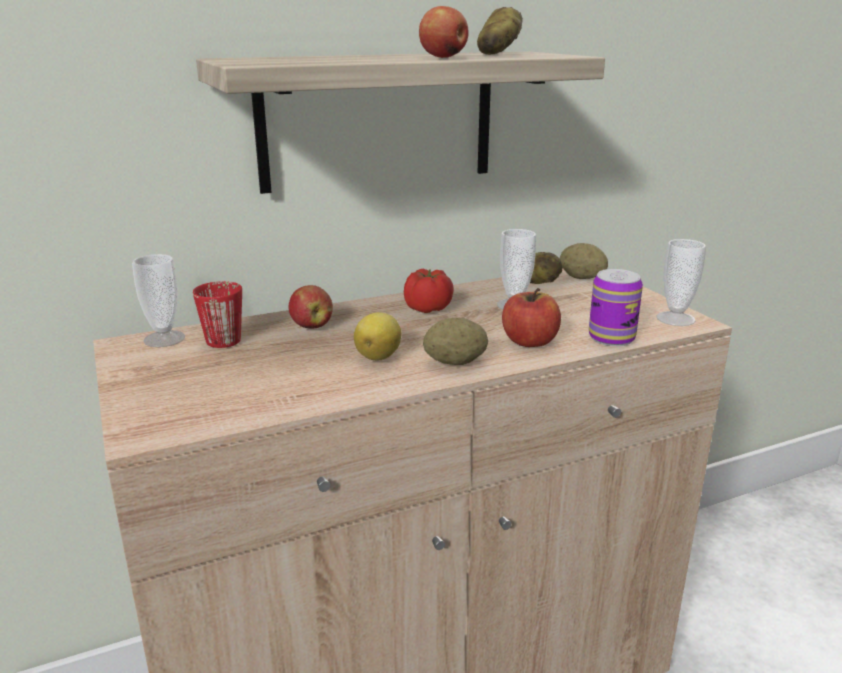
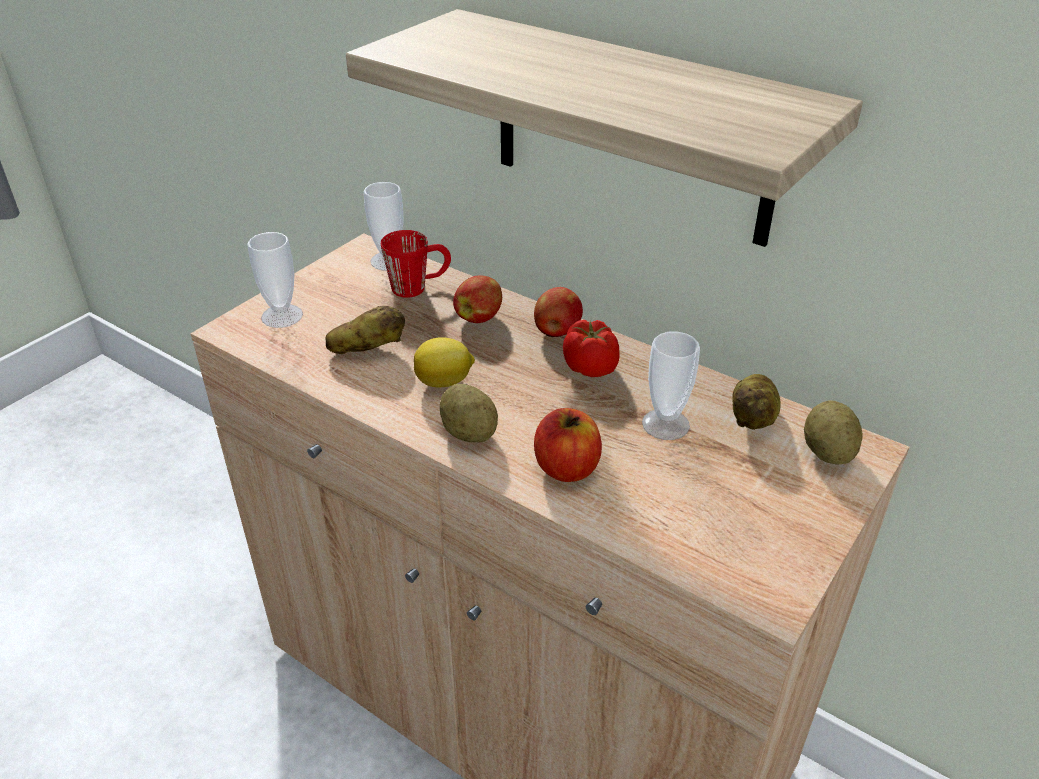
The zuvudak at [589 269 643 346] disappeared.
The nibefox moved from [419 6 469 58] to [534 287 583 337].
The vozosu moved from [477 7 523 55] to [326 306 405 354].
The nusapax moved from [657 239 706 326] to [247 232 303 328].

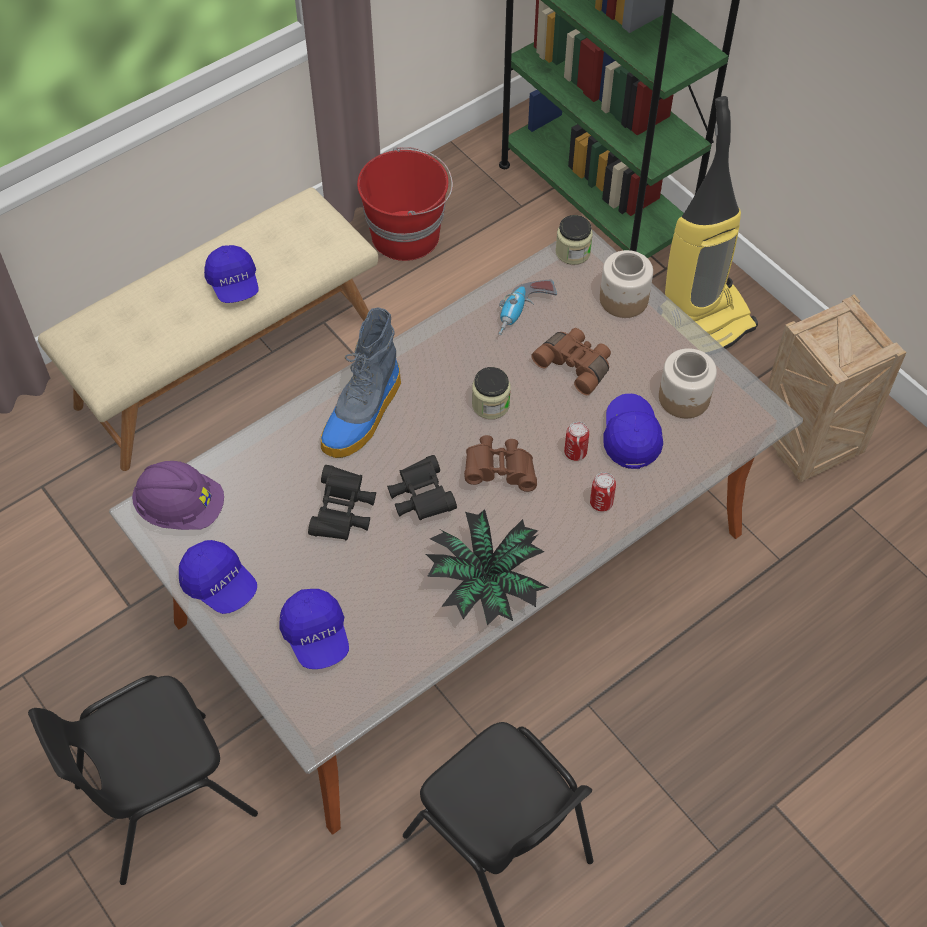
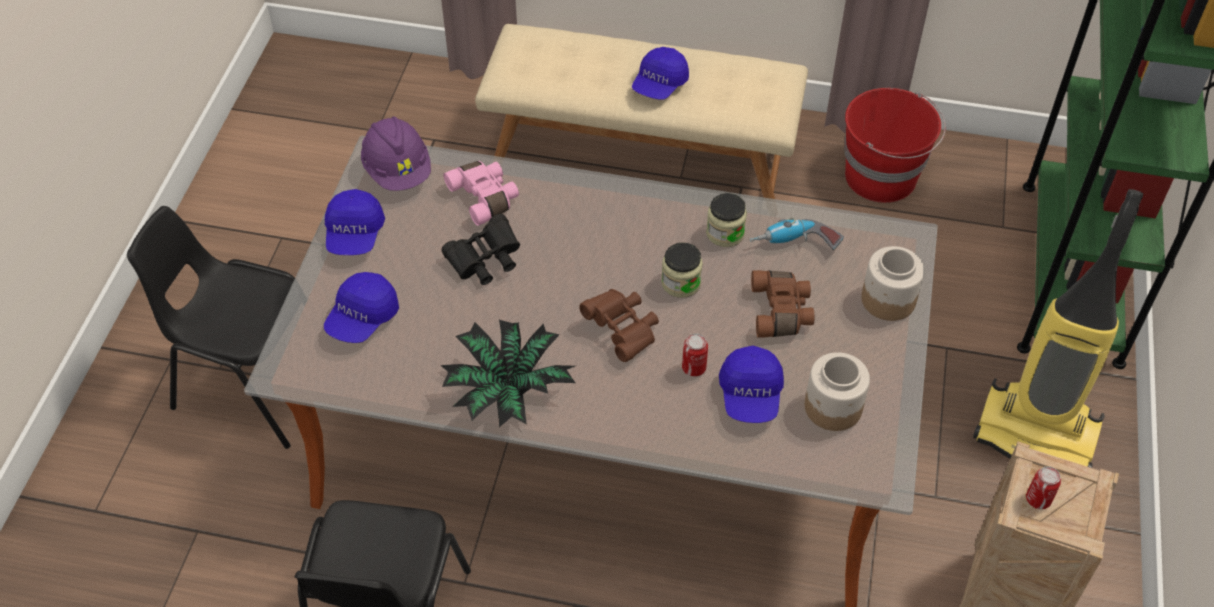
The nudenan at [321 307 401 458] disappeared.
The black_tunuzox at [387 455 457 520] disappeared.
The pink_tunuzox at [443 161 519 226] appeared.
The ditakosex moved from [556 215 593 265] to [706 193 747 247].
The zuvudak moved from [590 472 616 512] to [1026 466 1061 509].
The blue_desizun at [603 393 663 469] turned 135 degrees clockwise.

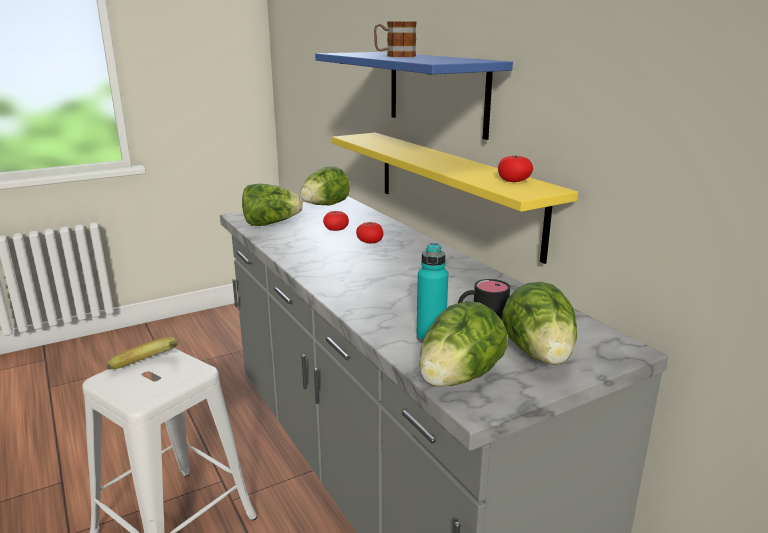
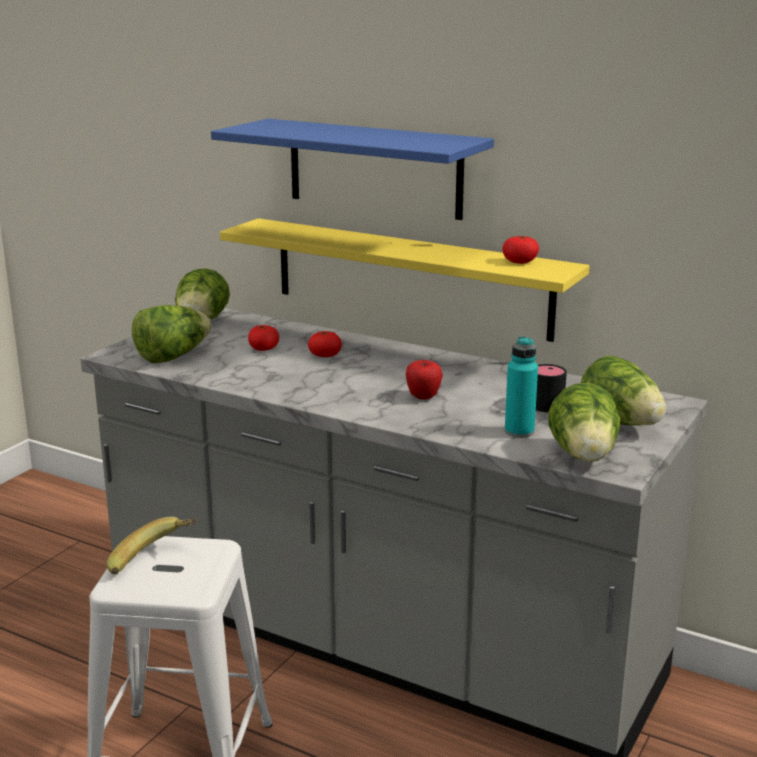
The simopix at [374 22 417 57] disappeared.
The nibefox at [406 360 443 400] appeared.

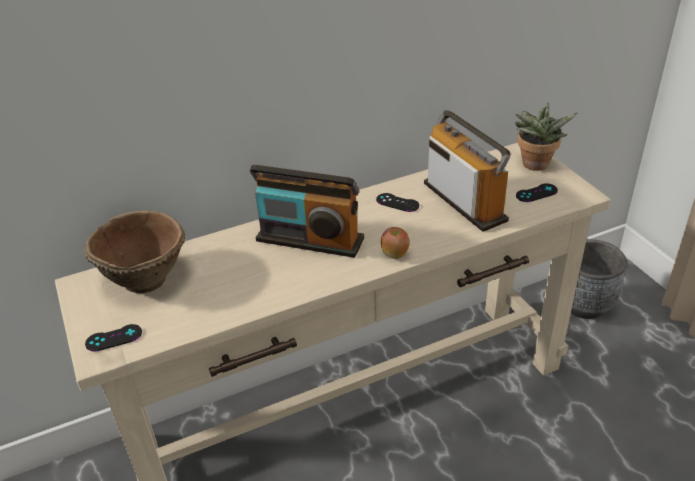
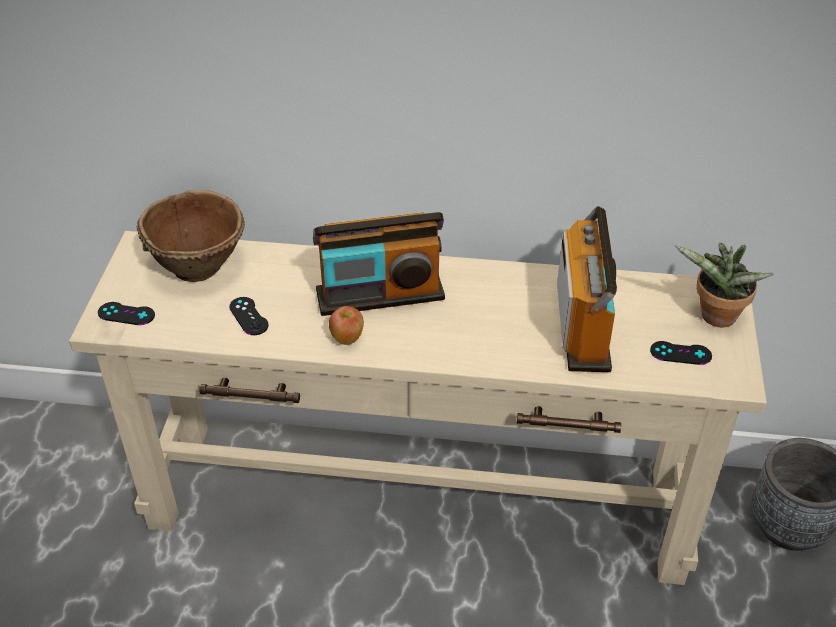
The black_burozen moved from [376 193 419 212] to [229 297 269 335].
The nibefox moved from [381 227 410 259] to [329 306 364 345].
The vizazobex at [250 165 364 258] turned 60 degrees counterclockwise.

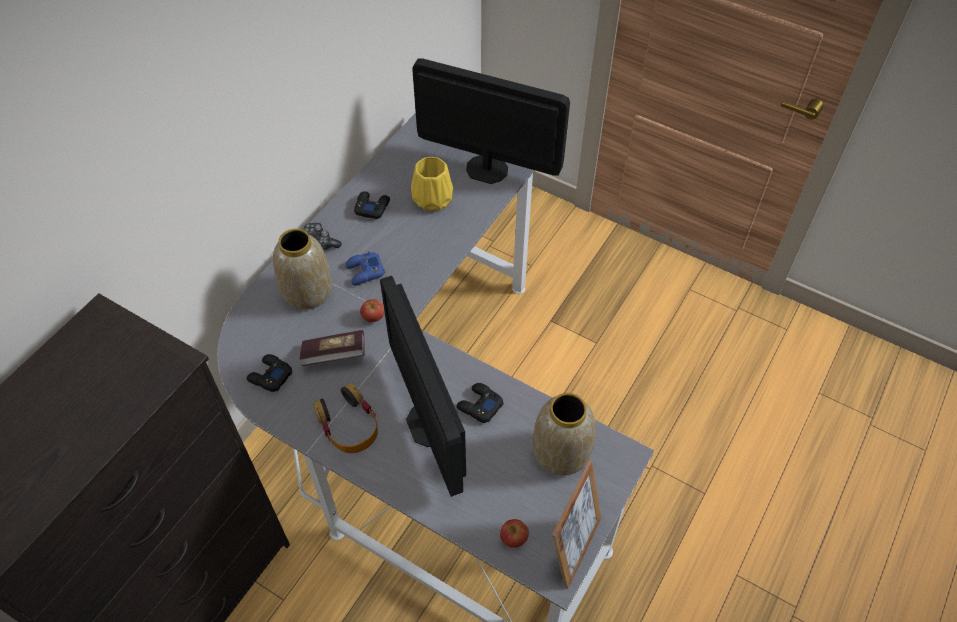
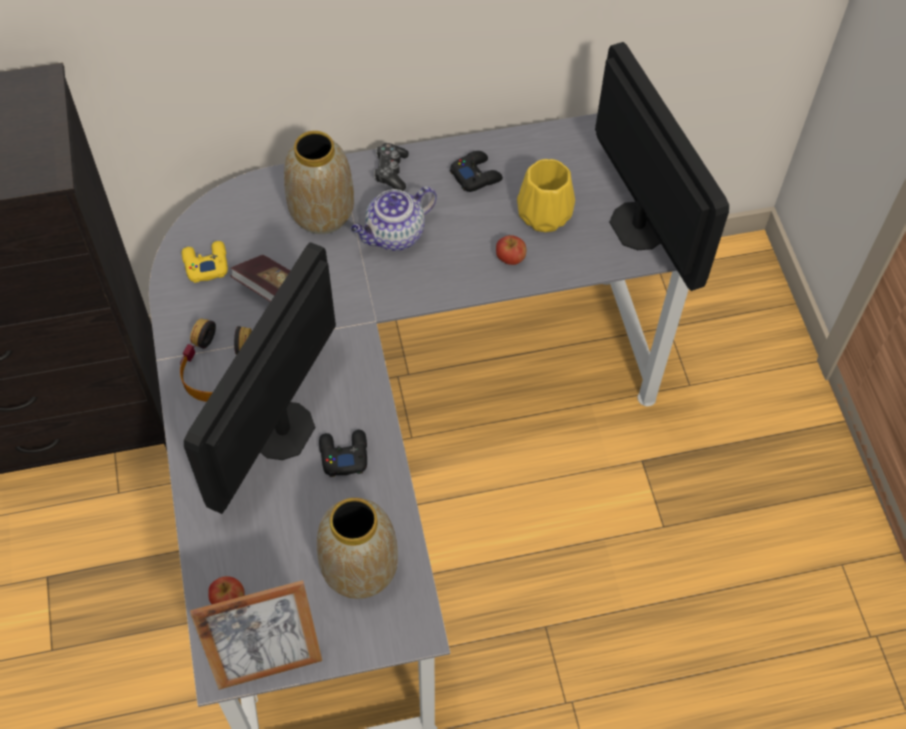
The nibefox moved from [360 299 385 322] to [496 235 526 265].
The blue_burozen at [345 251 385 286] was replaced by the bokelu at [351 186 437 251].
The black_burozen at [247 354 293 392] became the yellow_burozen at [182 241 228 283].

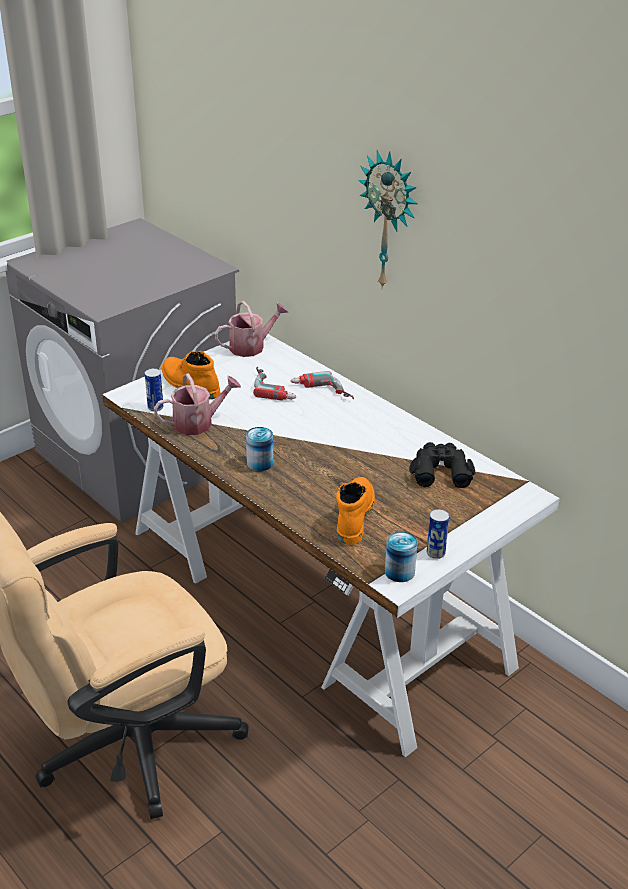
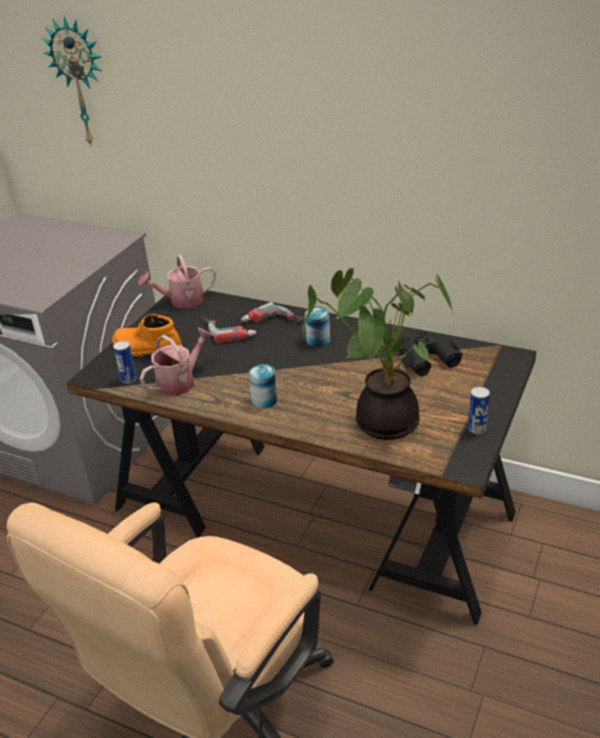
The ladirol moved from [358 150 417 289] to [42 16 102 146].
The zuvudak moved from [385 531 418 582] to [305 307 330 347].
The orange_nudenan at [336 477 375 545] was replaced by the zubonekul at [302 268 454 440].
The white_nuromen at [102 334 560 757] became the black_nuromen at [67 289 537 625].
The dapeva at [214 301 289 357] turned 150 degrees counterclockwise.

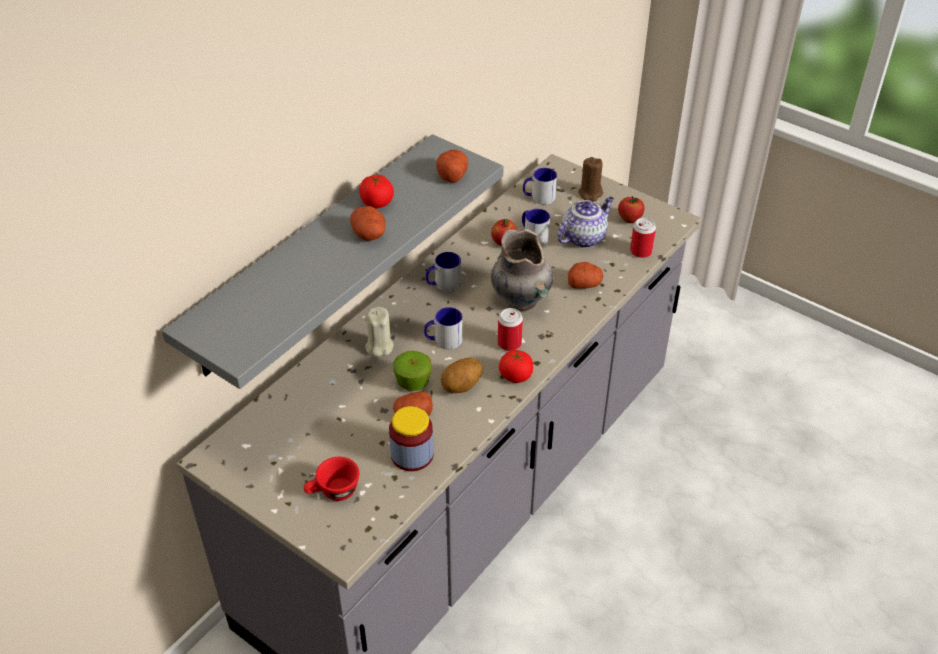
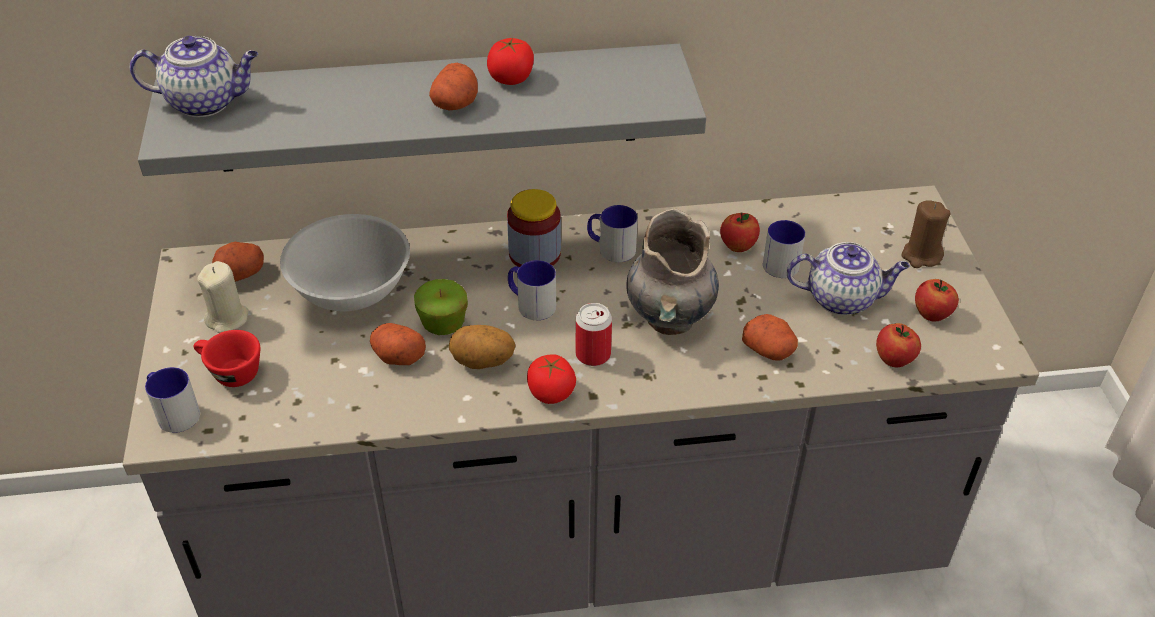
The bokelu at [130 36 258 117] appeared.
The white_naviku at [280 214 410 311] appeared.
The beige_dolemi moved from [365 307 394 357] to [197 261 249 333].
The ditakosex moved from [389 406 434 471] to [507 189 561 267].
The vozosu moved from [436 149 468 183] to [212 242 264 282].
The simopix moved from [523 168 557 205] to [145 367 200 433].
The zuvudak at [630 218 656 258] was replaced by the nibefox at [876 323 921 367].

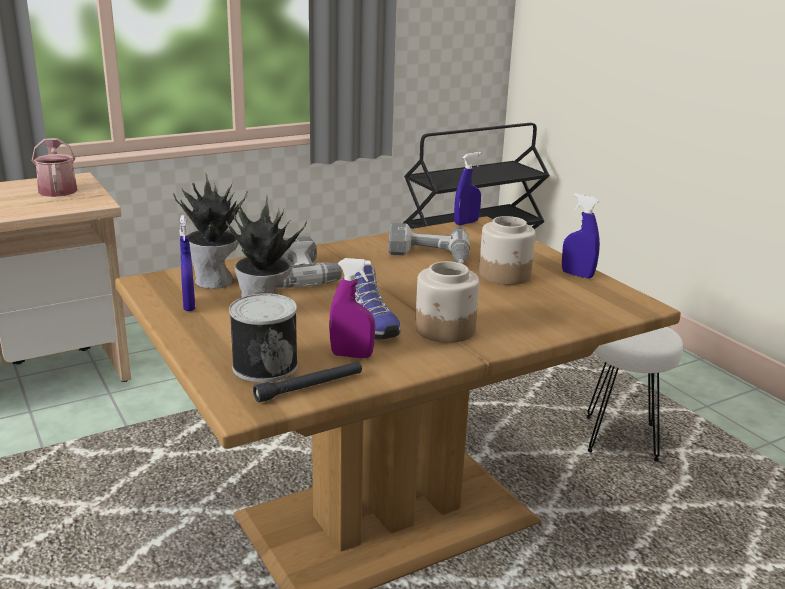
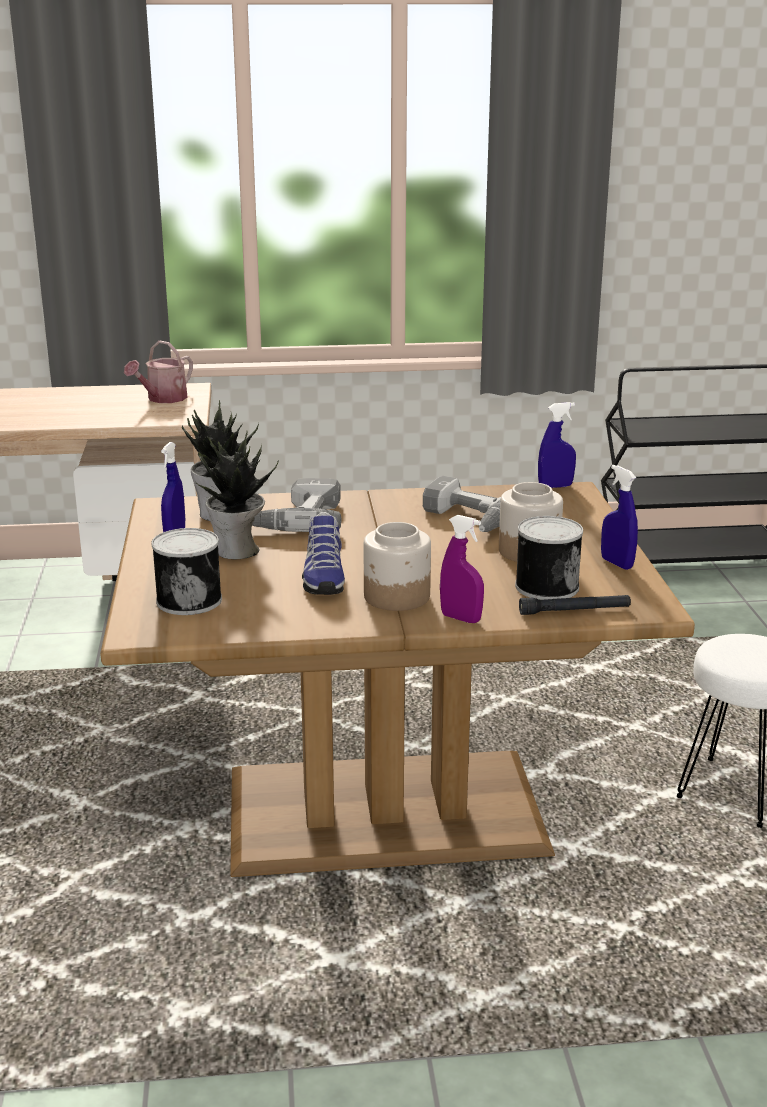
The zuvudak at [515 516 583 600] appeared.
The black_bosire moved from [253 362 362 403] to [519 595 631 615].
The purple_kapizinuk moved from [329 258 375 358] to [440 515 484 623].
The dapeva at [32 138 77 197] turned 150 degrees counterclockwise.

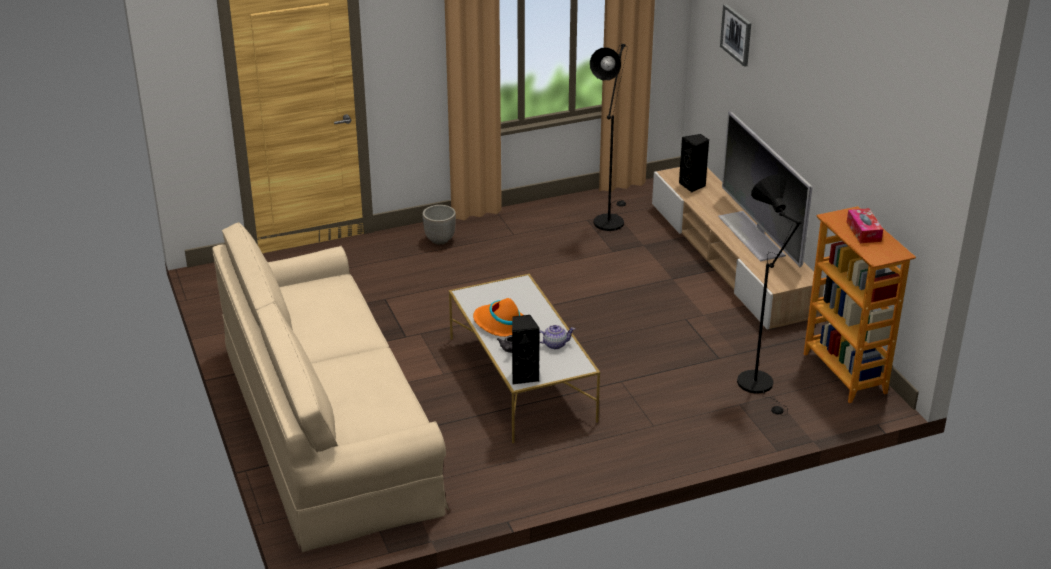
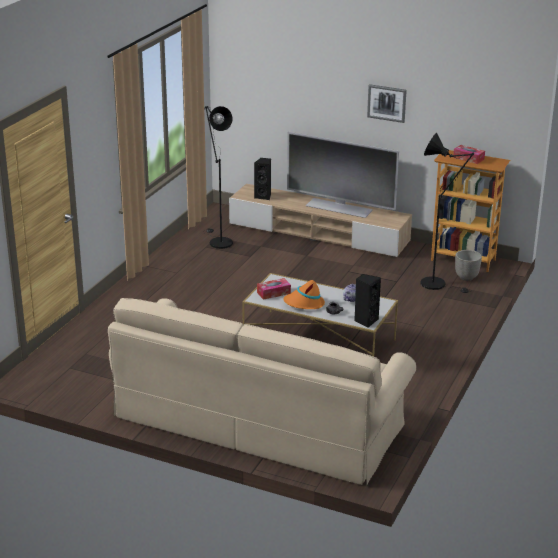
The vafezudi at [257 278 291 300] appeared.
The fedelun moved from [422 205 456 245] to [455 250 482 281].
The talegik moved from [720 4 751 67] to [367 84 407 123].

